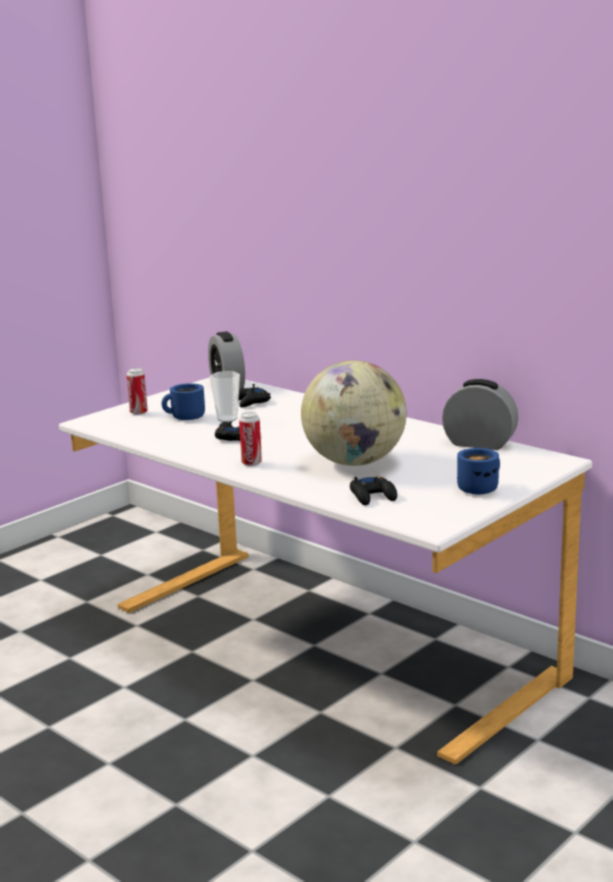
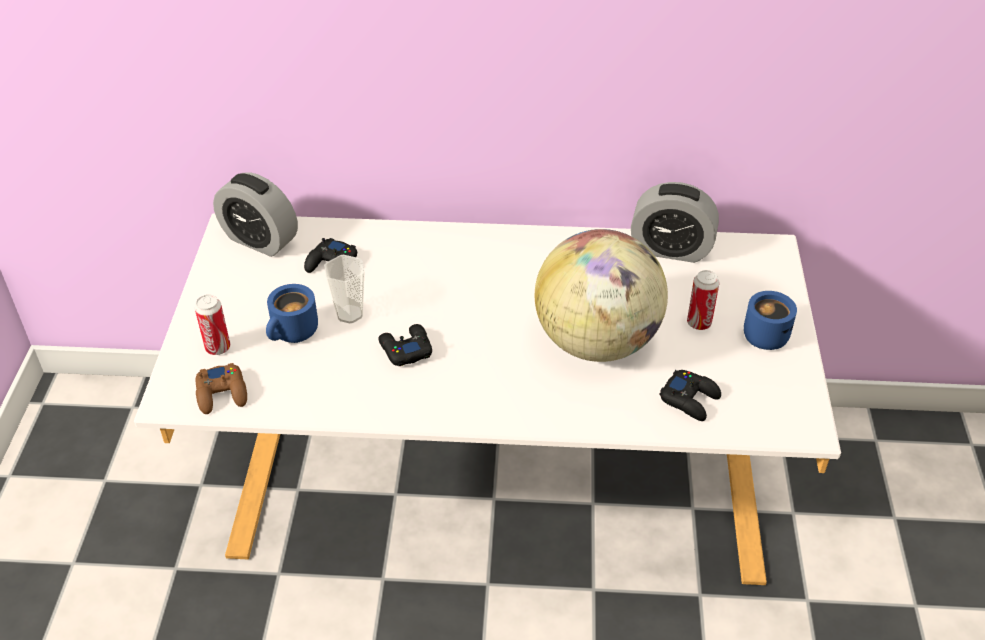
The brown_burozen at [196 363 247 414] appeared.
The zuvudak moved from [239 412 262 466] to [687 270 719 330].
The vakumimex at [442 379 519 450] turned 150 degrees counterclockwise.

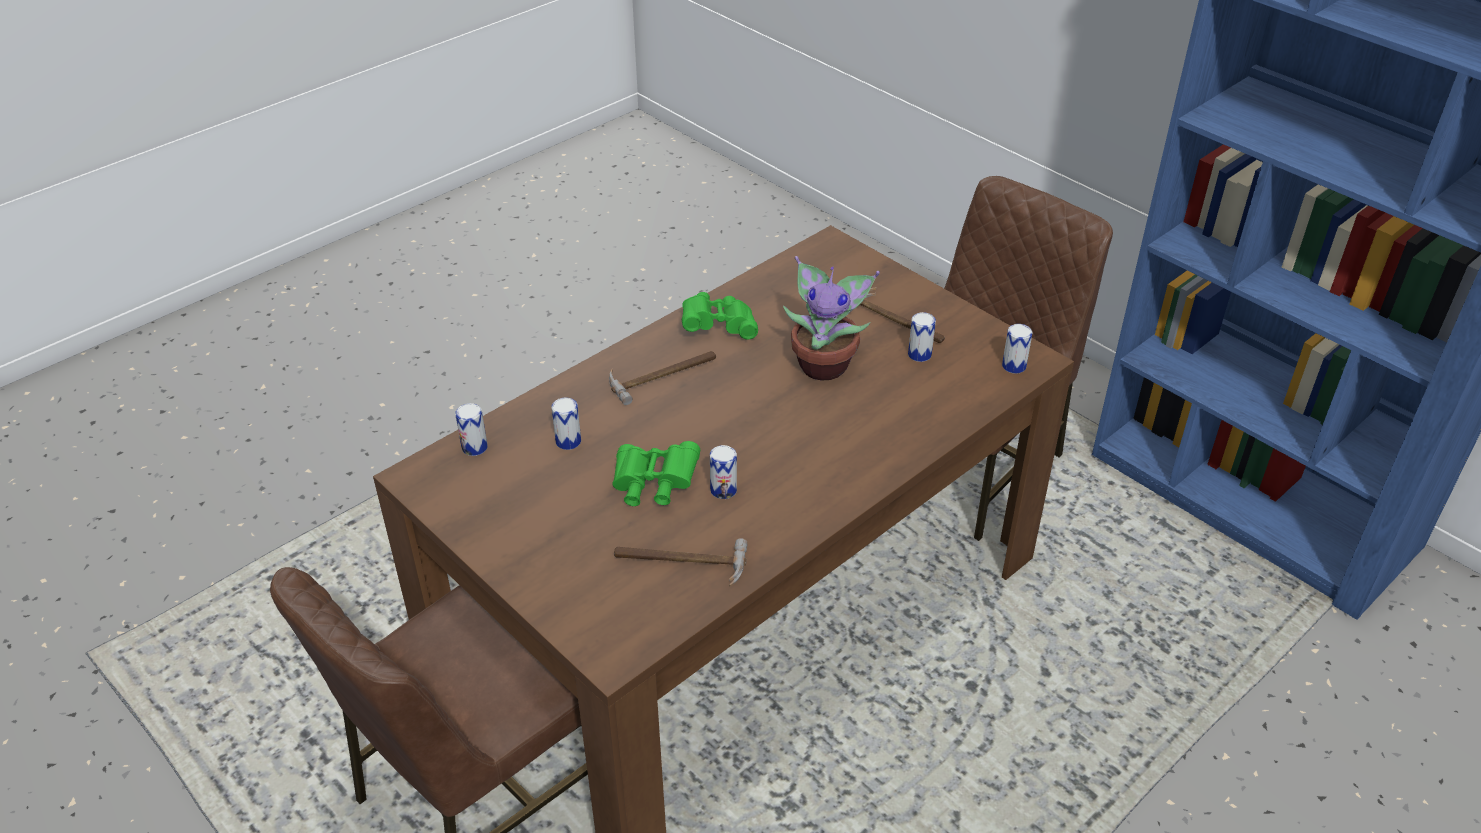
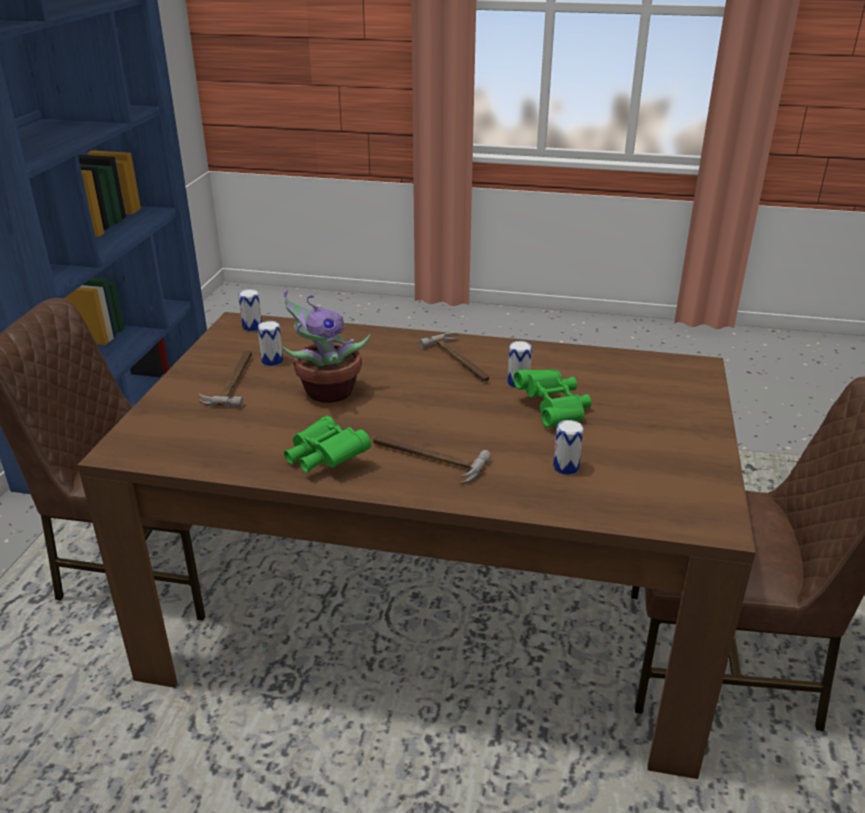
The zuvudak at [455 403 488 456] disappeared.
The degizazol moved from [614 538 748 587] to [419 333 489 382].

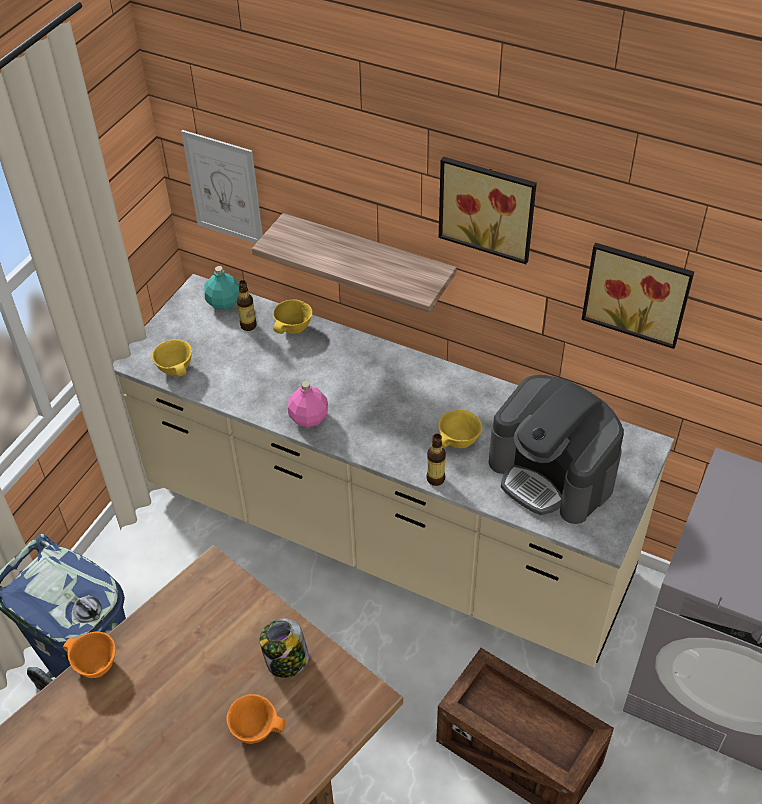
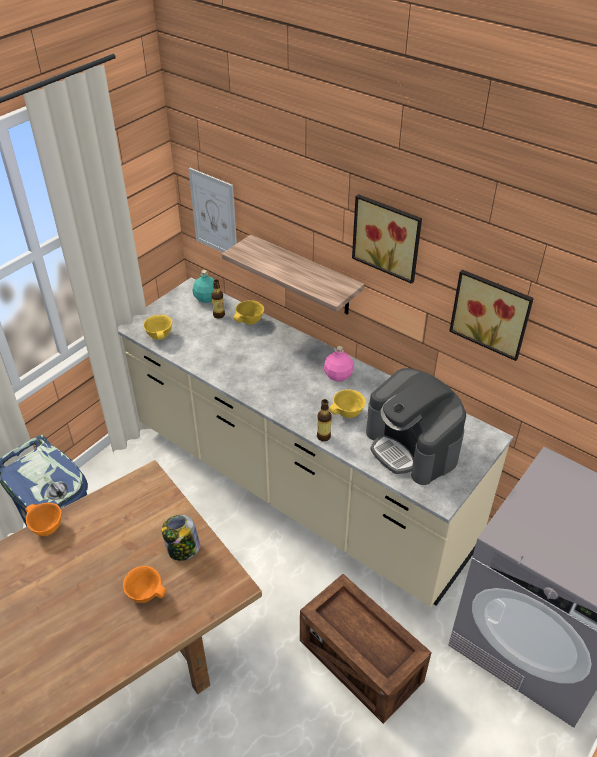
The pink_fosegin moved from [288 381 328 428] to [324 346 354 381].

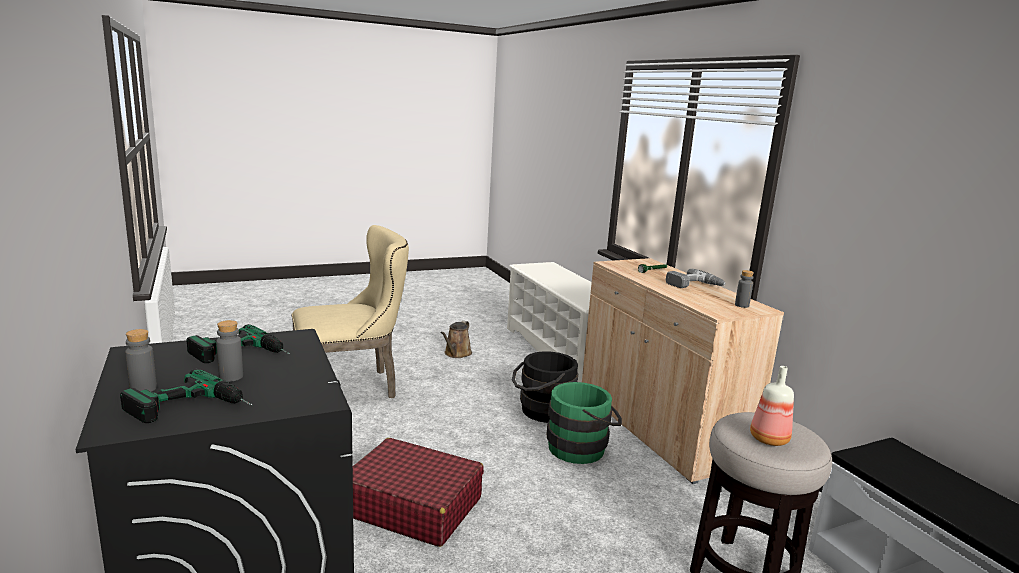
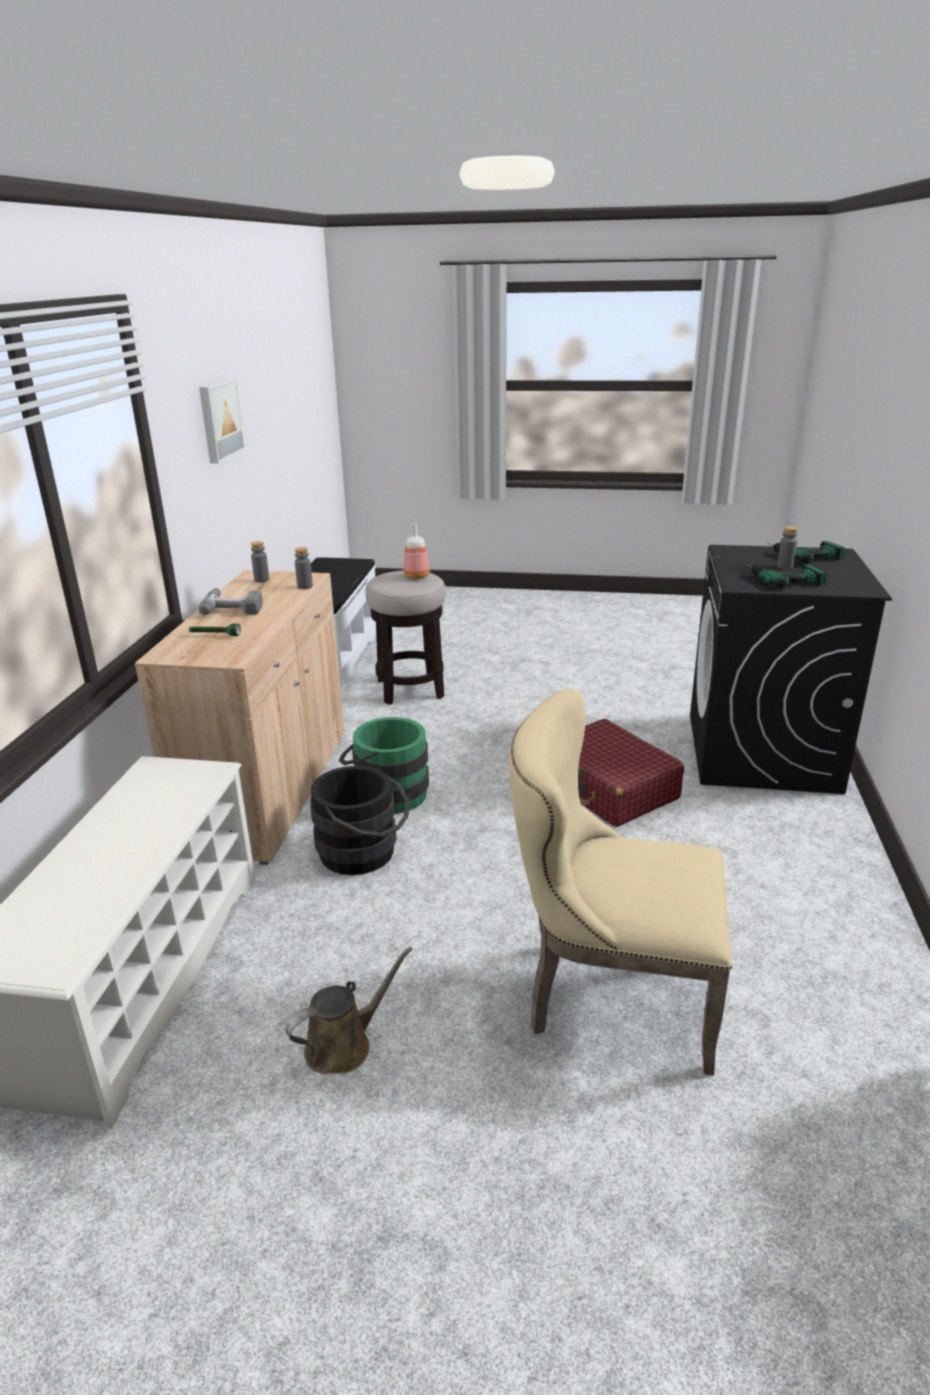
The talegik at [199 378 246 464] appeared.
The grey_fosegin moved from [125 329 157 392] to [295 547 313 589].

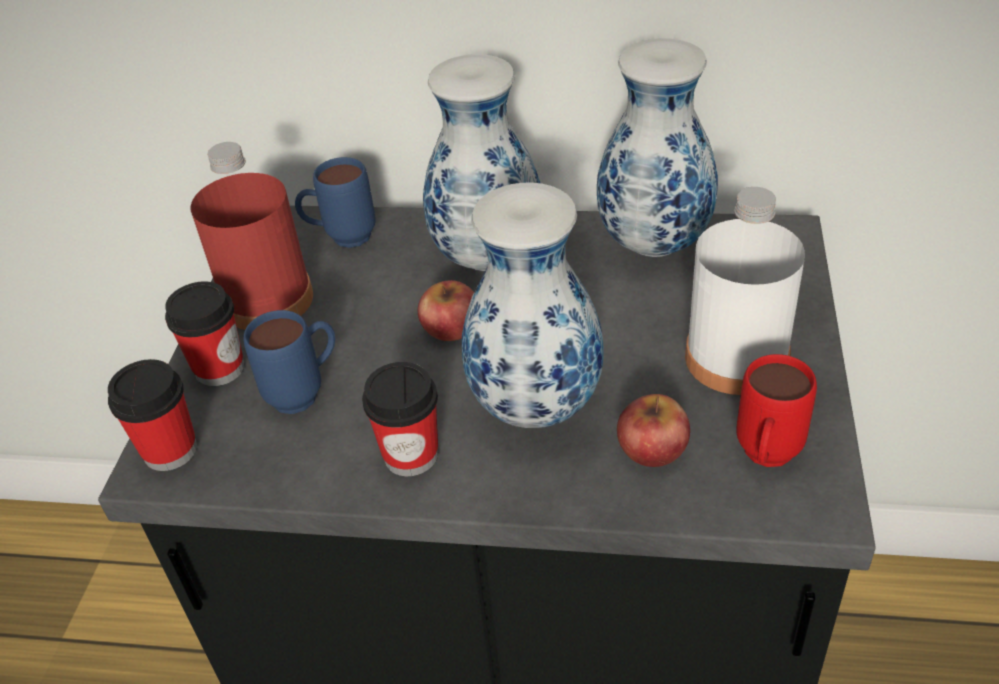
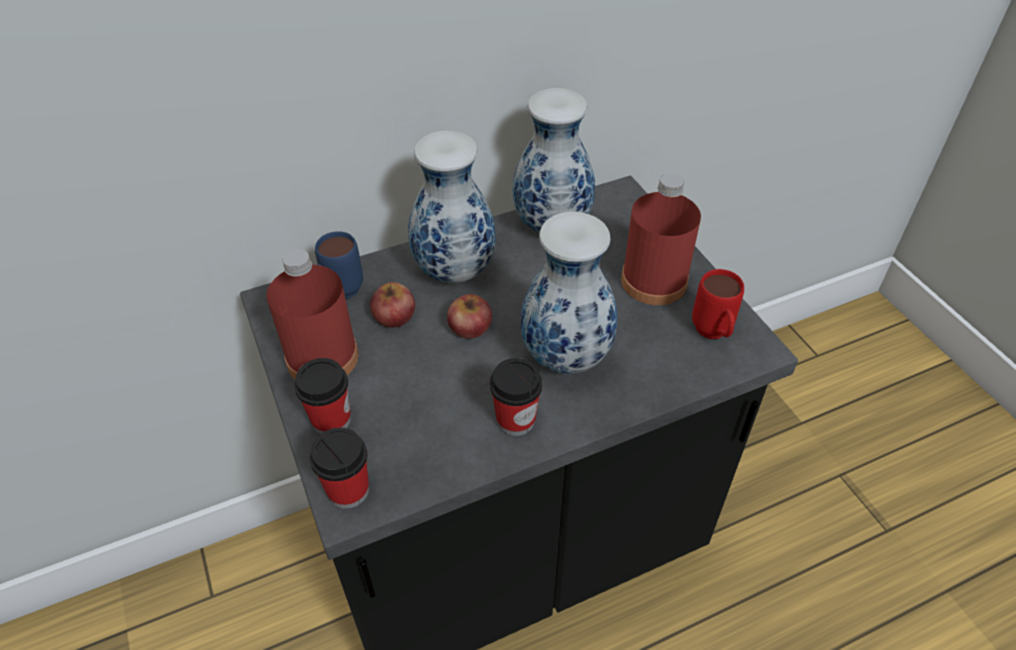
The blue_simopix at [244 310 335 414] disappeared.
The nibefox moved from [617 394 690 467] to [370 282 415 328].
The white_fosegin at [685 187 805 395] became the red_fosegin at [621 173 701 305].

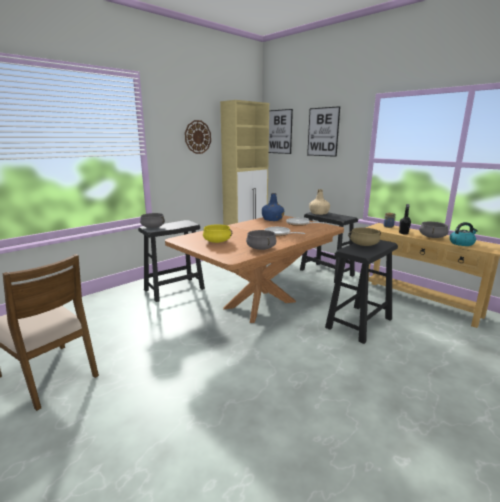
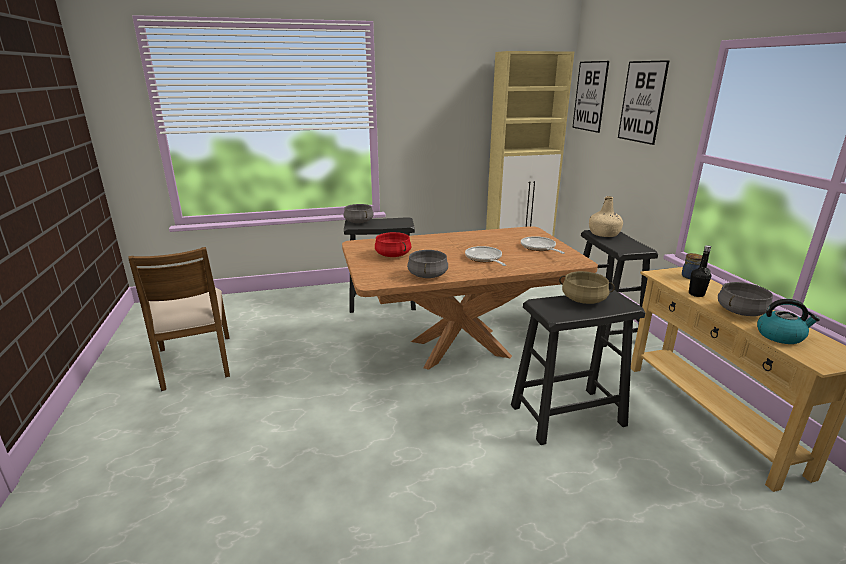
The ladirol at [185 120 211 154] disappeared.
The blue_fosegin at [262 193 284 221] disappeared.
The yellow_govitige at [203 224 232 243] became the red_govitige at [375 232 411 257].

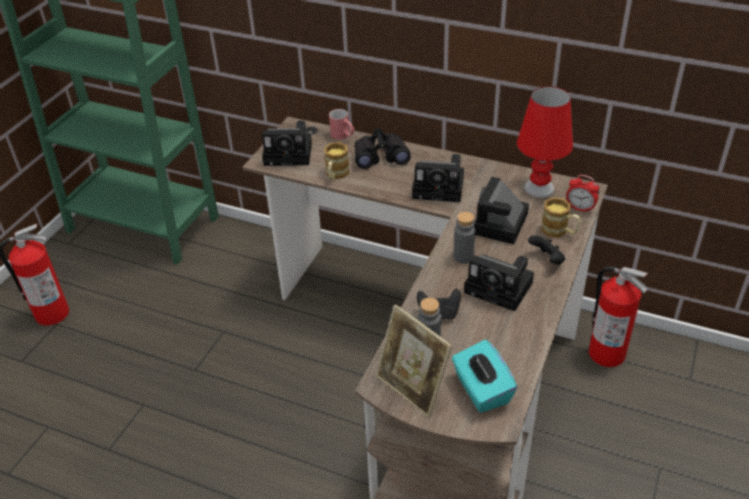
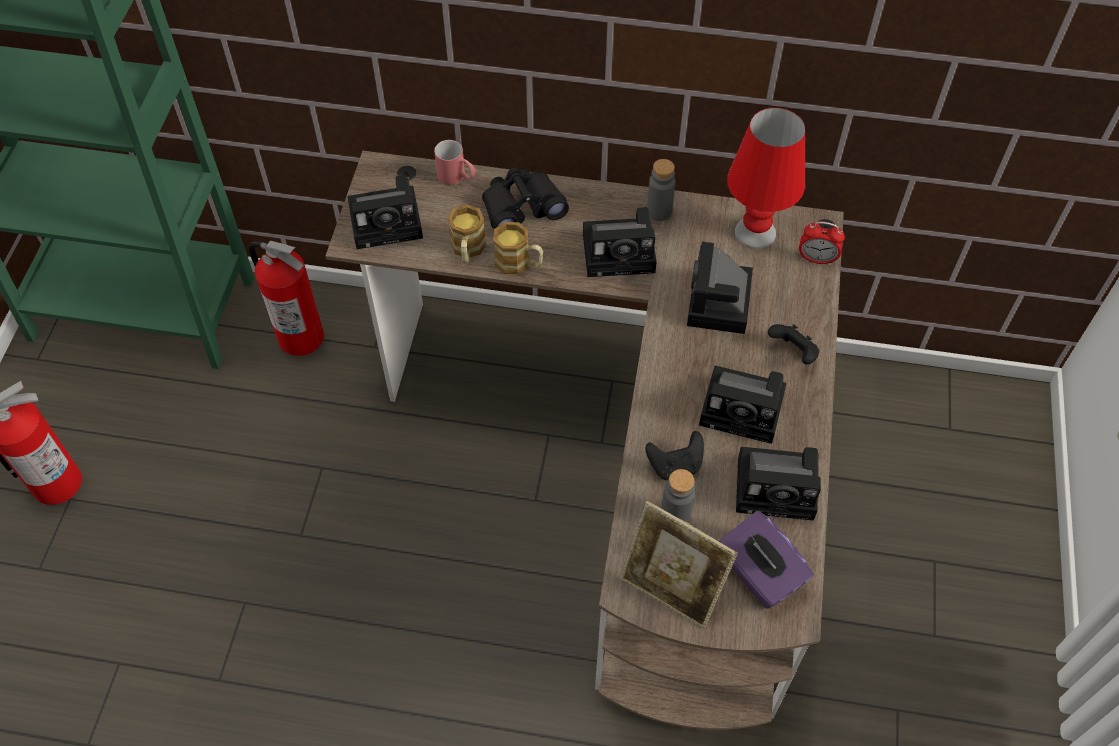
The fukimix at [736 447 821 521] appeared.
The grey_fosegin moved from [454 212 475 264] to [647 159 675 221].
The simopix moved from [541 197 581 238] to [493 222 543 274].
The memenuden moved from [589 267 648 367] to [249 241 324 356].
The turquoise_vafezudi at [452 340 517 413] became the purple_vafezudi at [719 511 814 609].

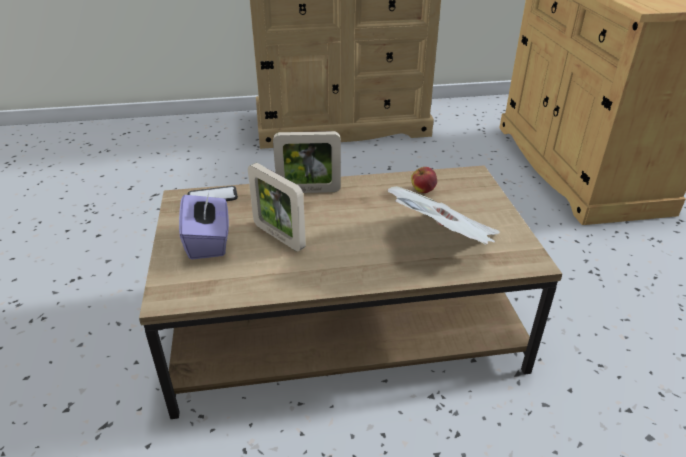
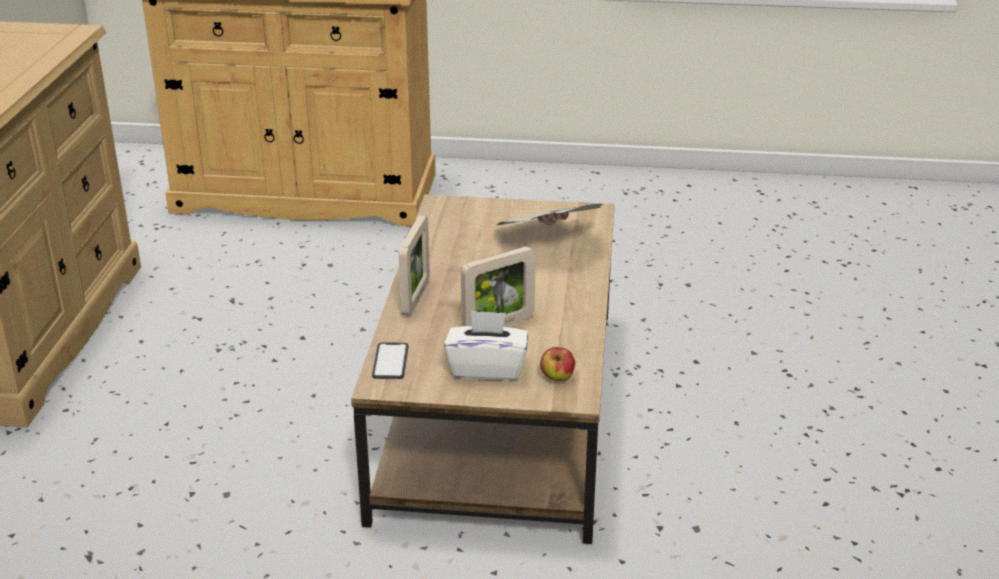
The nibefox moved from [411 167 437 193] to [540 347 575 381].
The purple_vafezudi at [179 189 229 259] became the white_vafezudi at [444 310 528 381].

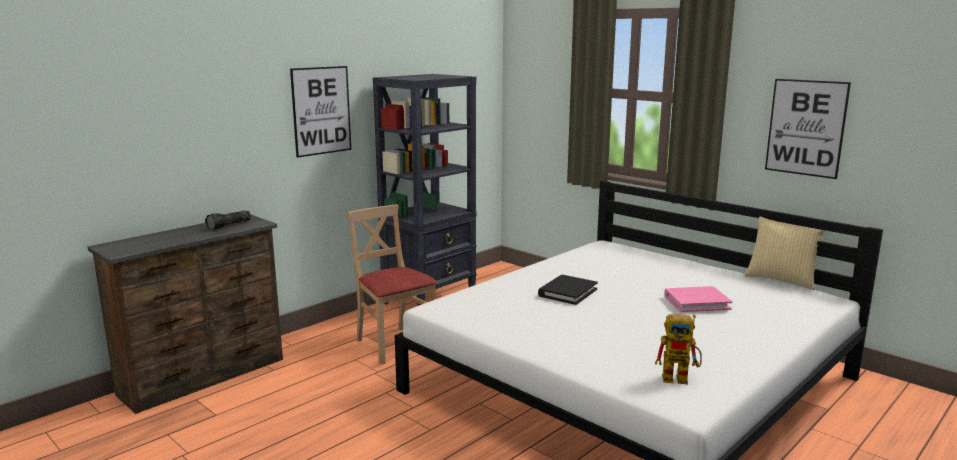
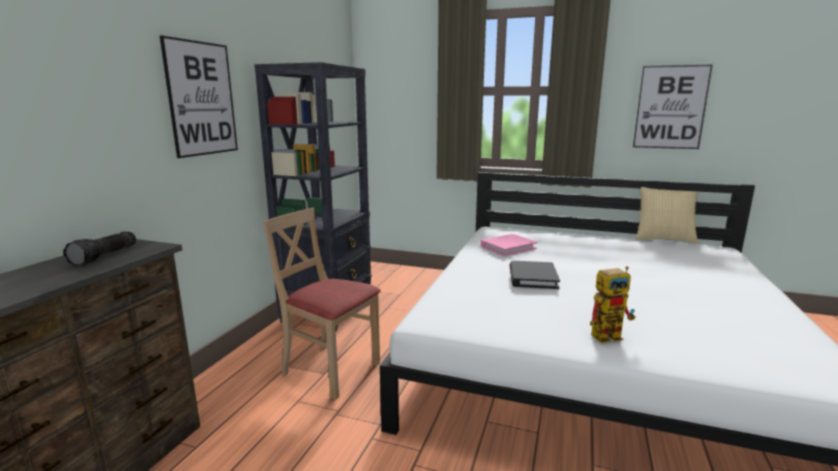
The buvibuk moved from [655 314 702 384] to [590 266 636 343].
The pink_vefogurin moved from [664 286 732 312] to [480 234 537 256].

